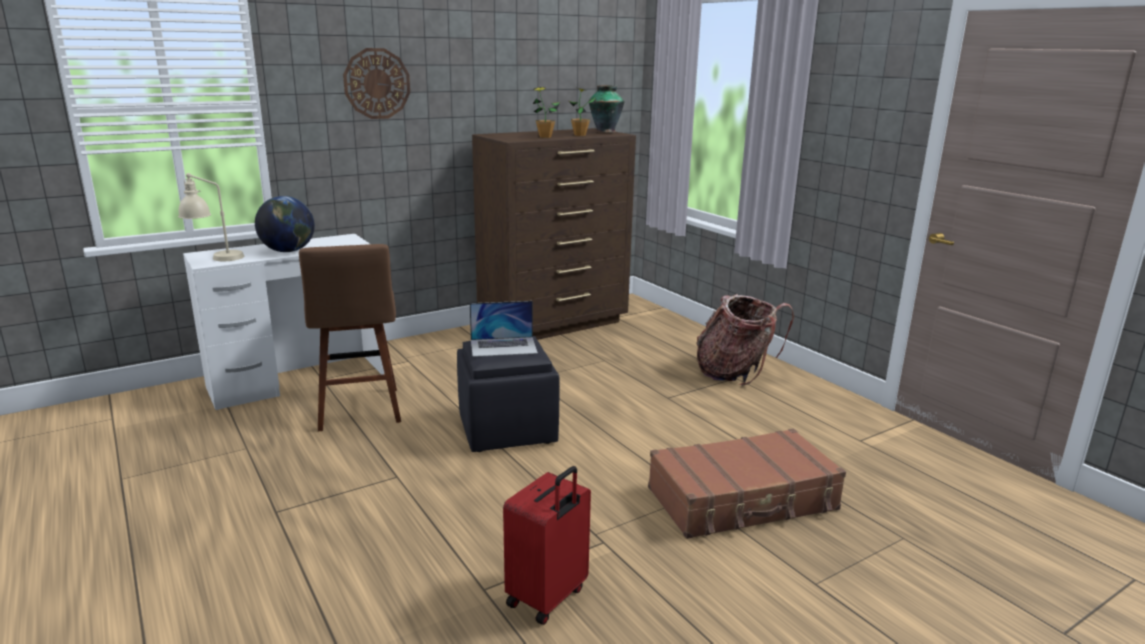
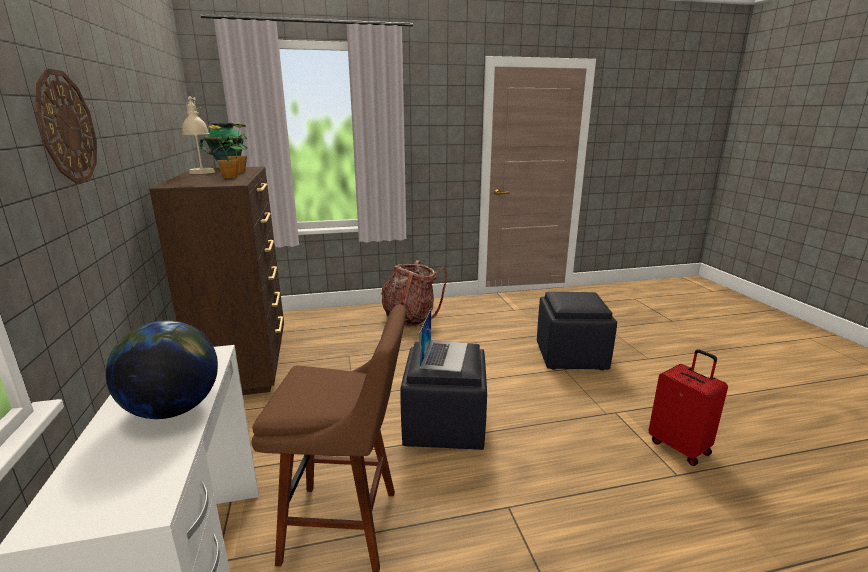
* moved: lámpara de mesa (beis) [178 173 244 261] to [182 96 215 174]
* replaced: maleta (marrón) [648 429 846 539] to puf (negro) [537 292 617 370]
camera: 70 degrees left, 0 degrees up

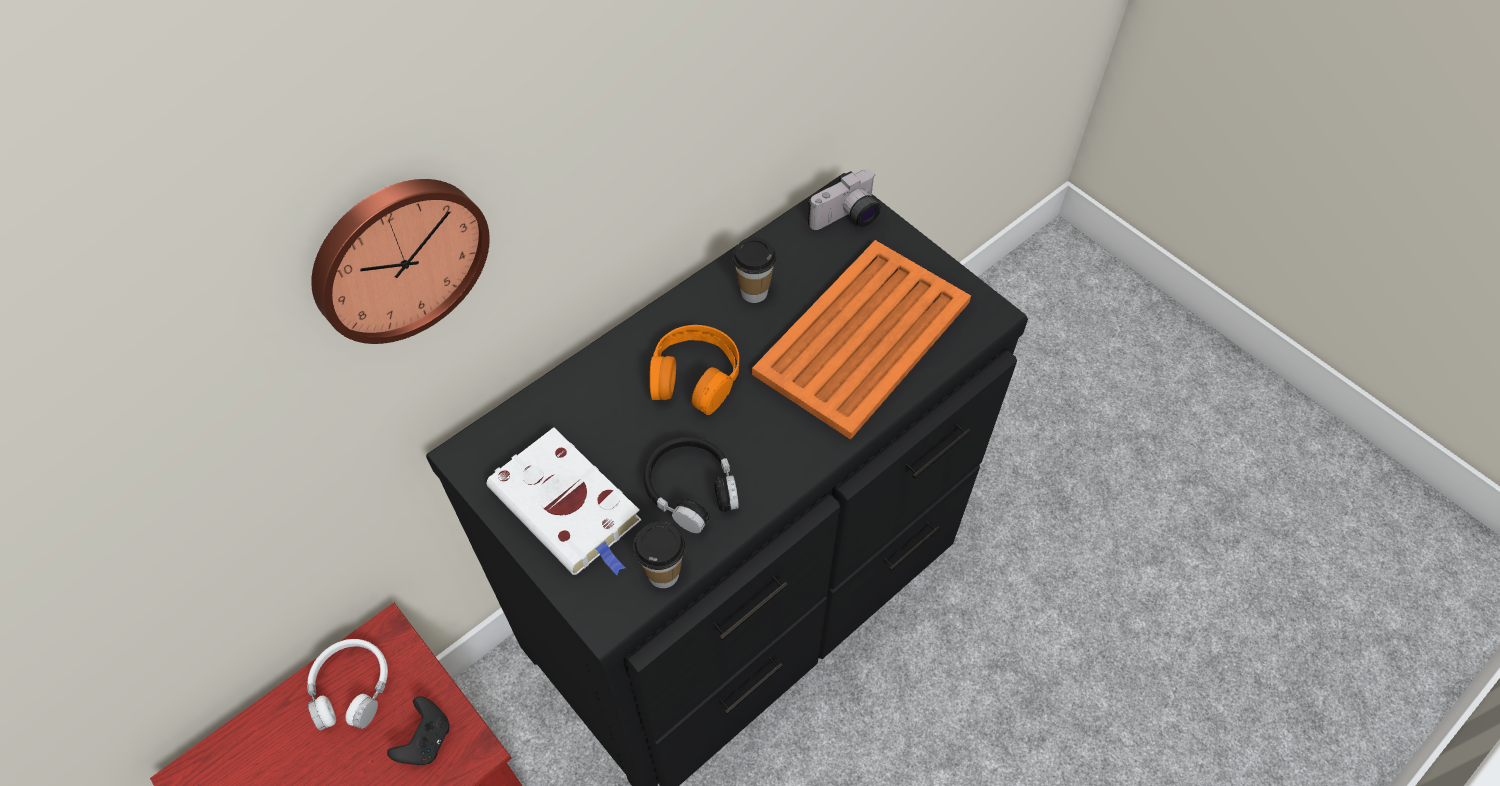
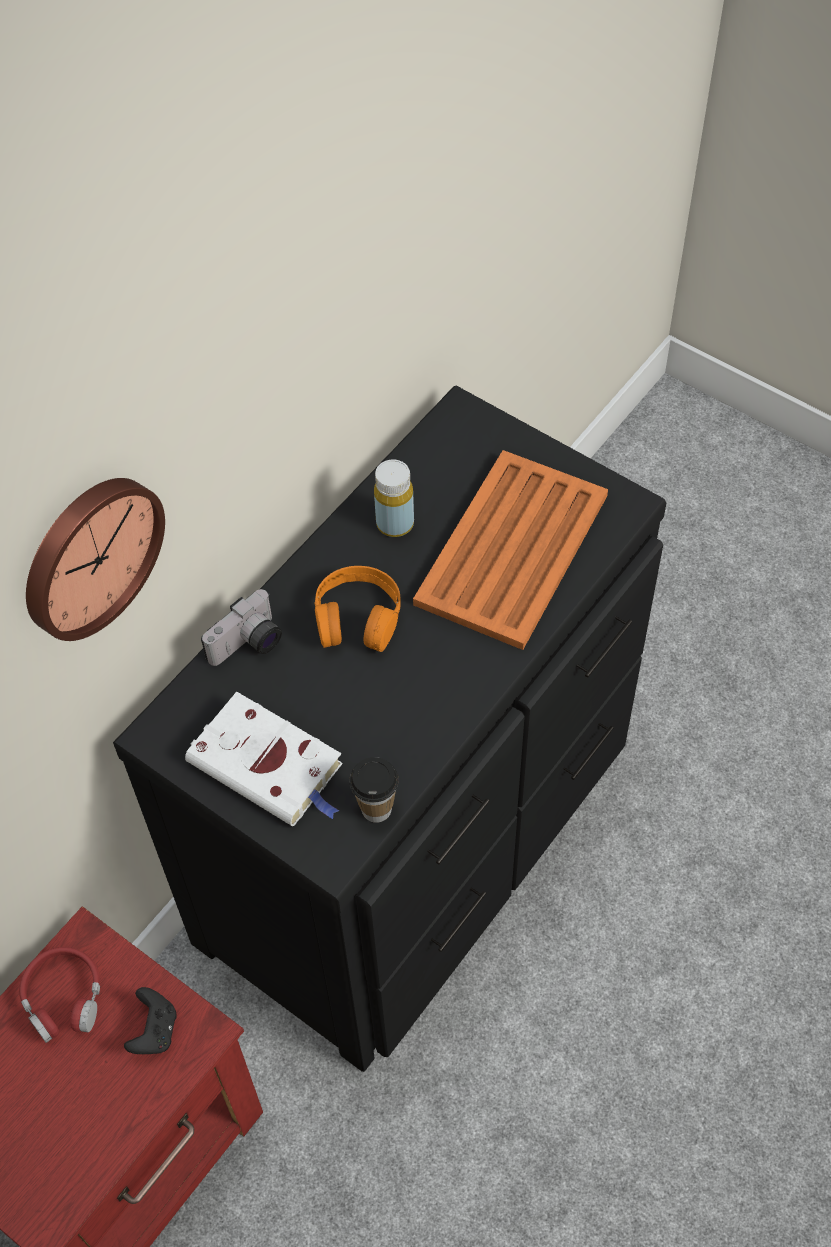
* recoloured: auriculares (blanco) [307 639 388 731] to auriculares (rojo) [19 947 100 1043]
* moved: cámara [808 169 881 230] to [201 589 282 666]
* replaced: taza [732 237 776 303] to botella (amarillo) [374 460 414 537]
* removed: auriculares (negro) [644 437 739 533]
camera: 10 degrees left, 0 degrees up

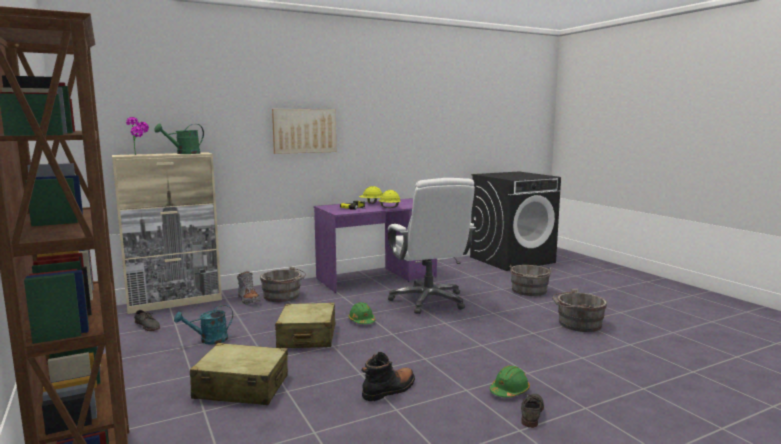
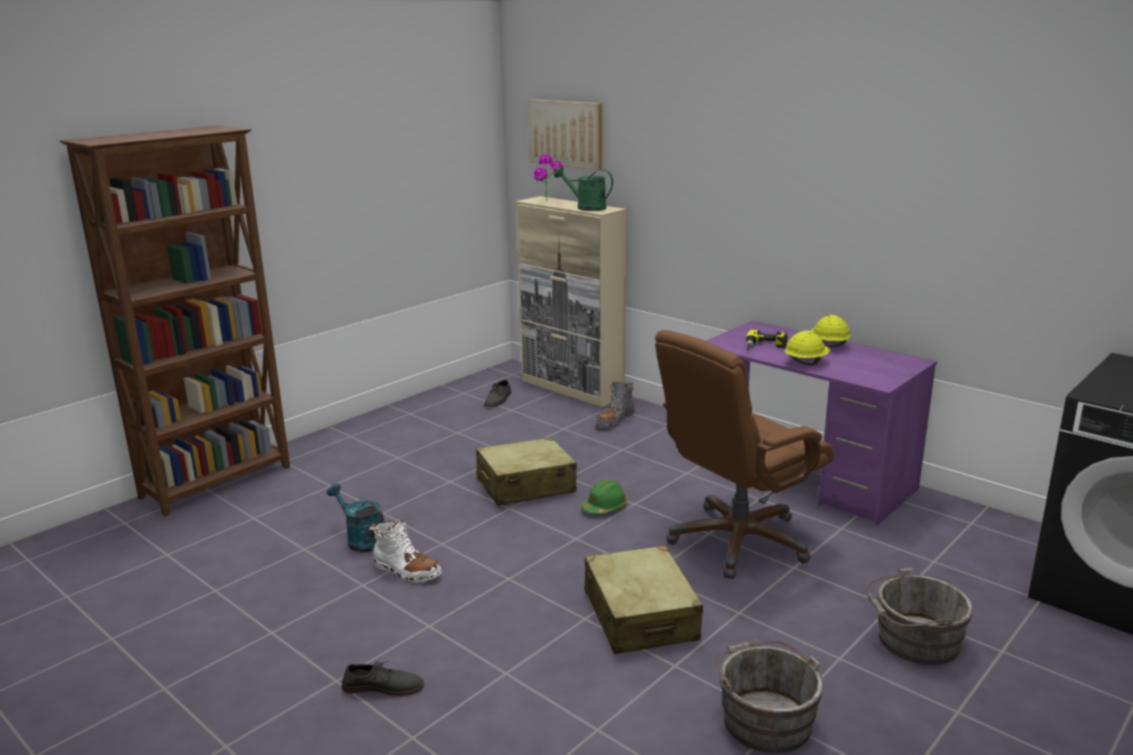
* moved: regadera (turquesa) [174 305 233 345] to [327 483 384 552]
* recoloured: bota (negro) [362 352 415 402] to bota (blanco) [369 519 442 583]
* moved: cuadro [272 109 336 154] to [528 99 602 170]
* moved: maleta (beis) [190 343 288 405] to [584 545 703 654]
* recoloured: silla de oficina (blanco) [388 178 476 314] to silla de oficina (marrón) [655 330 834 579]
* removed: cubo (gris) [260 266 306 302]
* removed: casco (verde) [489 365 530 398]
camera: 70 degrees right, 10 degrees up

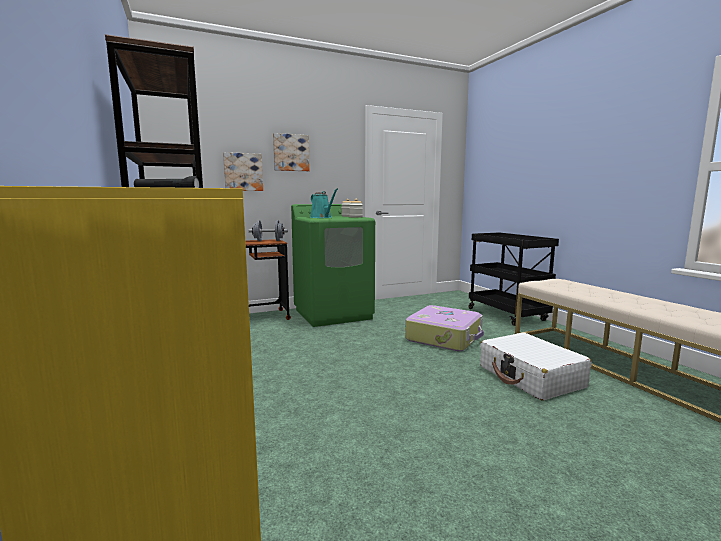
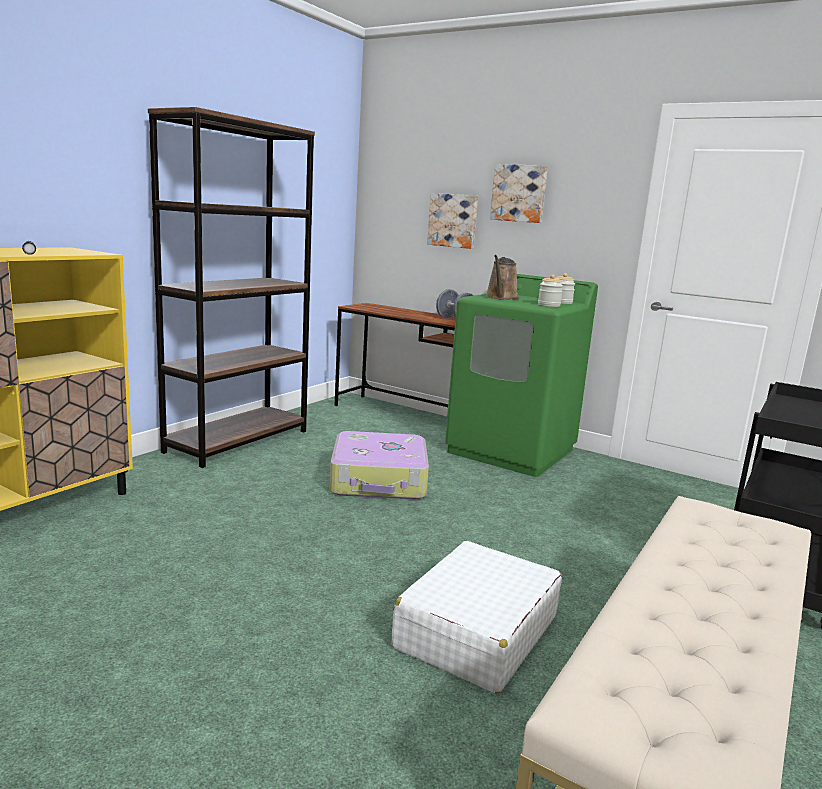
* moved: maleta [405 305 484 351] to [330 431 429 499]
* recoloured: regadera (turquesa) [310 188 338 218] to regadera (marrón) [485 255 519 300]
camera: 55 degrees right, 5 degrees up

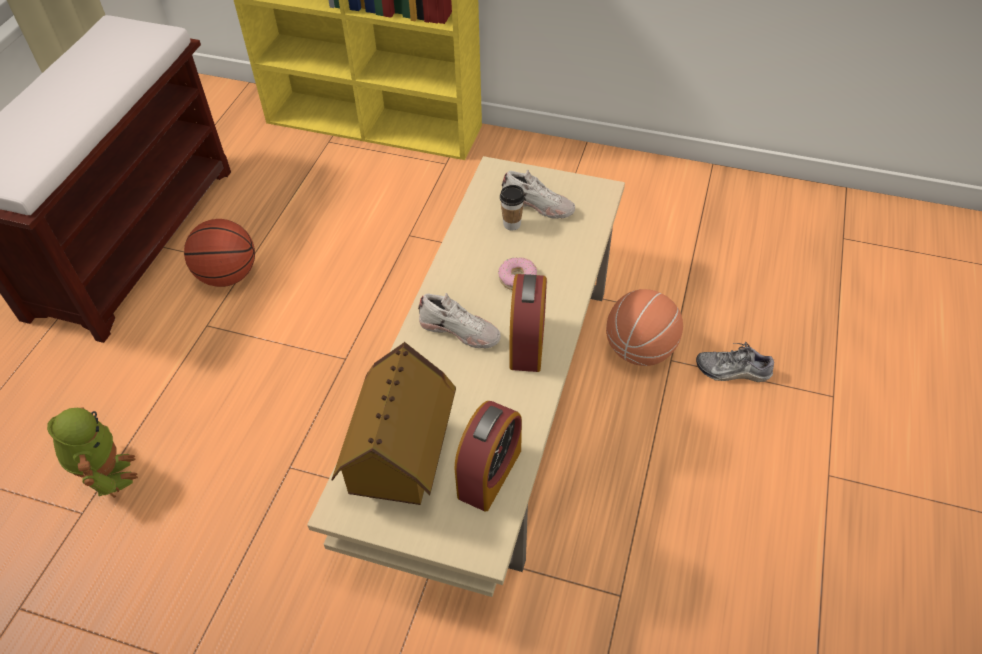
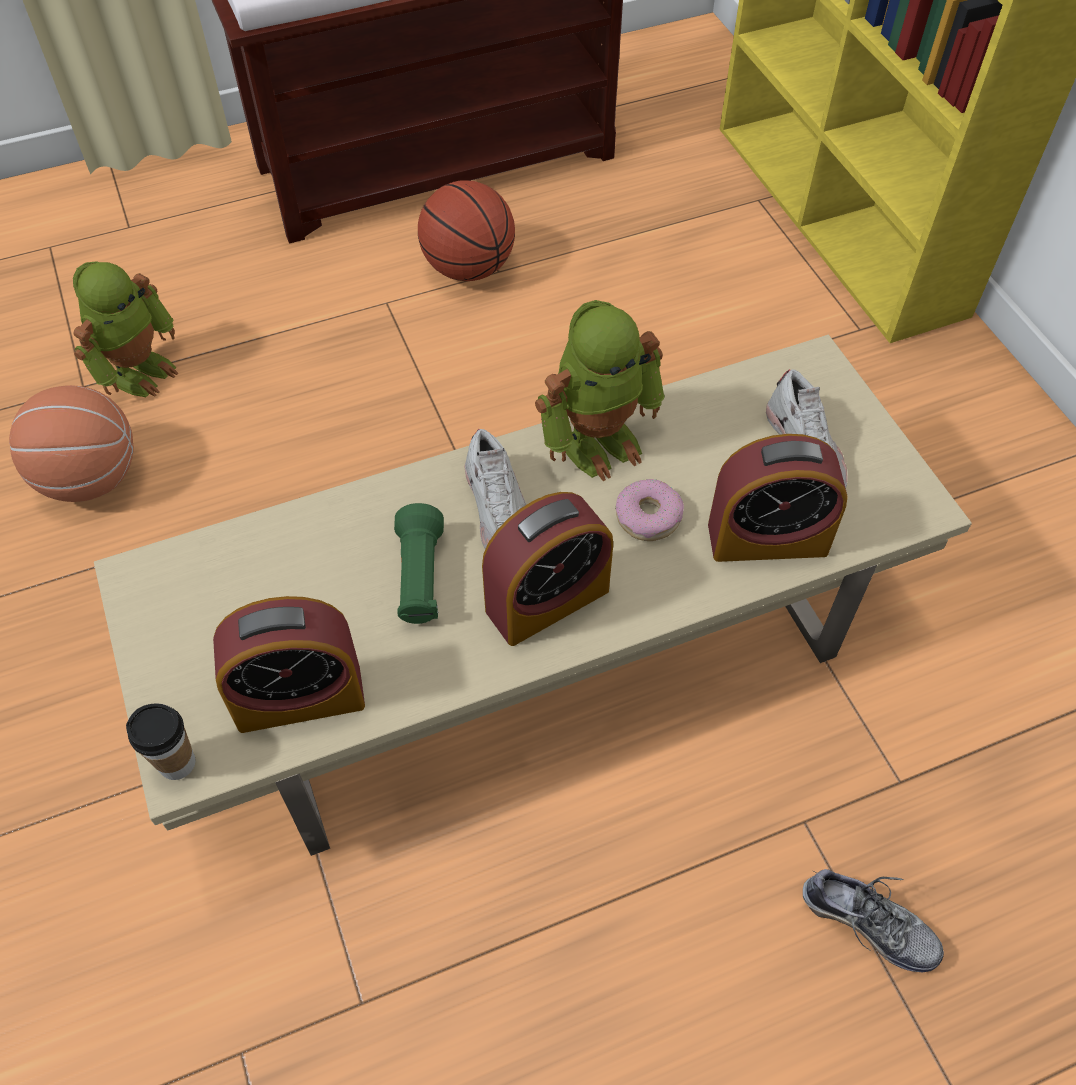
* moved: balón de baloncesto [606 289 683 366] to [9 385 134 502]
* moved: taza [500 185 525 230] to [126 703 195 780]
* added: linterna (verde) [394 503 444 624]
* added: robot de juguete [535 300 665 481]
* added: despertador [708 434 848 562]
* turned: zapato [696 342 774 382] = [803 869 944 972] 150 degrees clockwise
* removed: casita [331 342 456 505]
camera: 50 degrees right, 5 degrees up

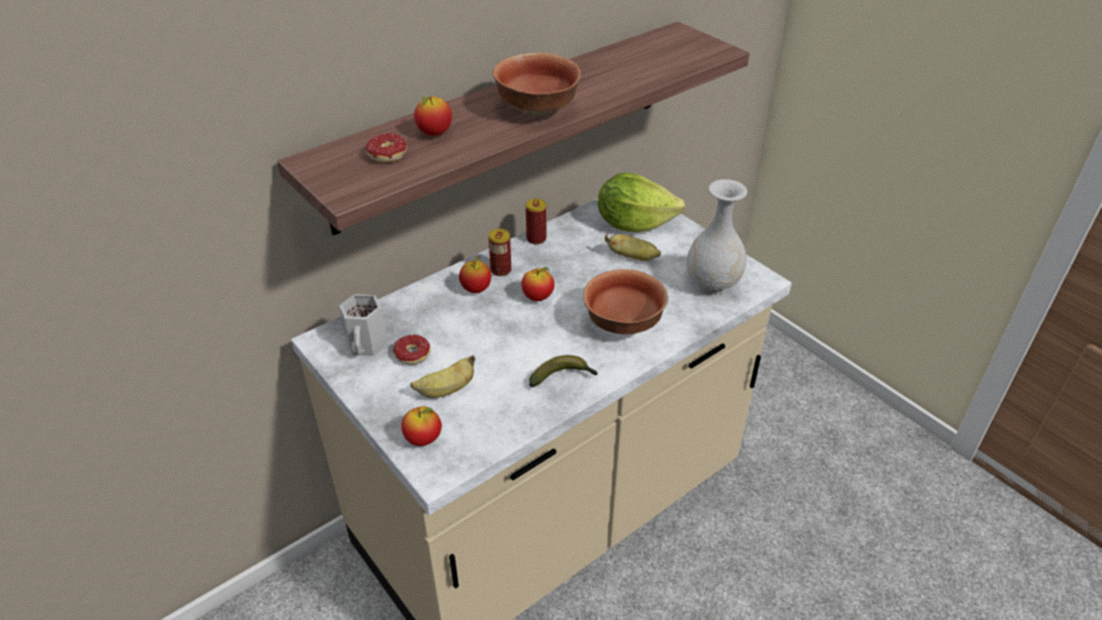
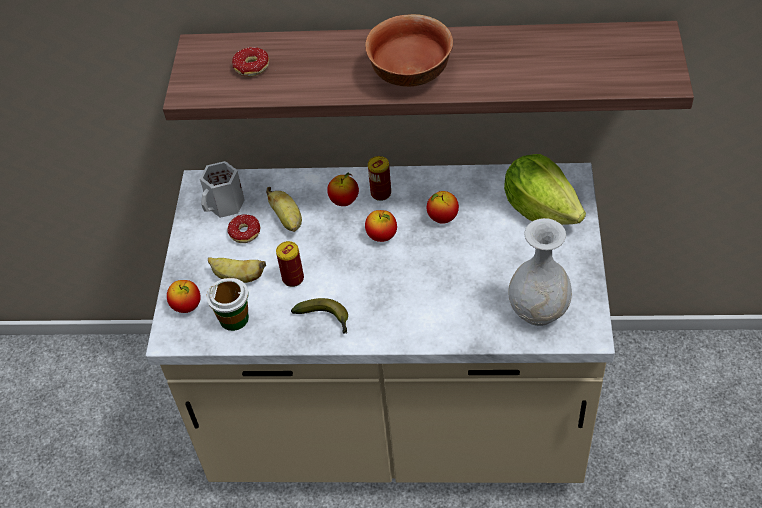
* added: taza [207 278 249 331]
* moved: plátano [605 234 661 261] to [266 187 302 232]
* moved: lata [526 199 546 245] to [276 241 304 287]
* moved: manzana [414 96 452 136] to [427 191 459 224]
* removed: cuenco [583 269 669 334]
camera: 45 degrees right, 10 degrees up

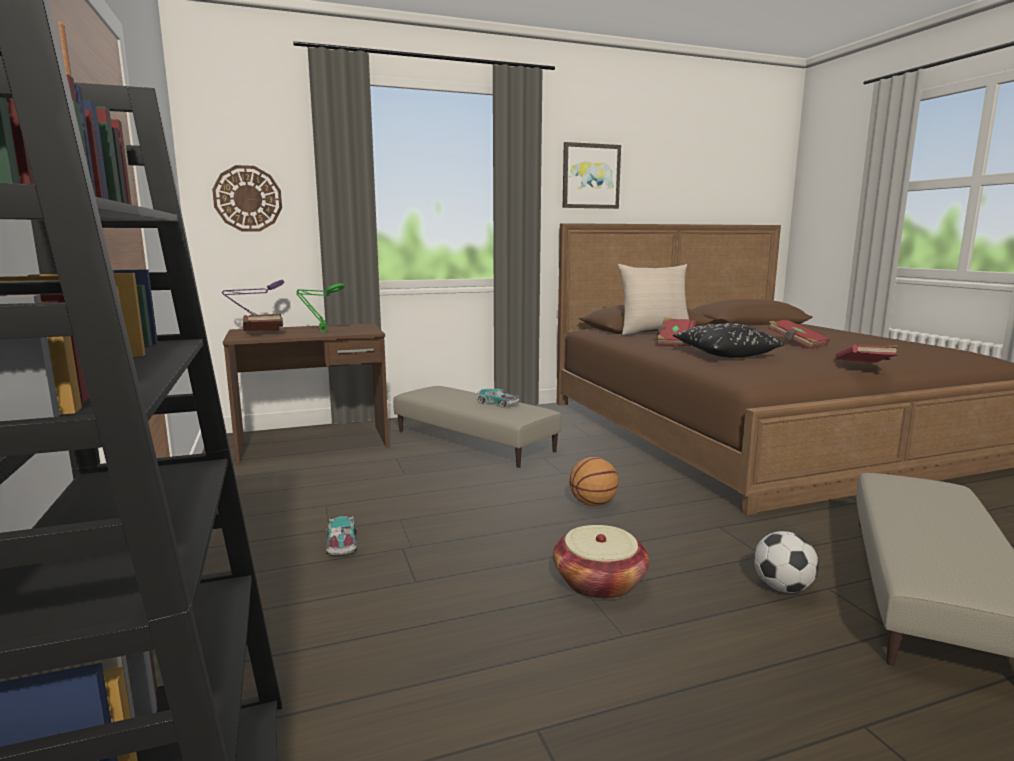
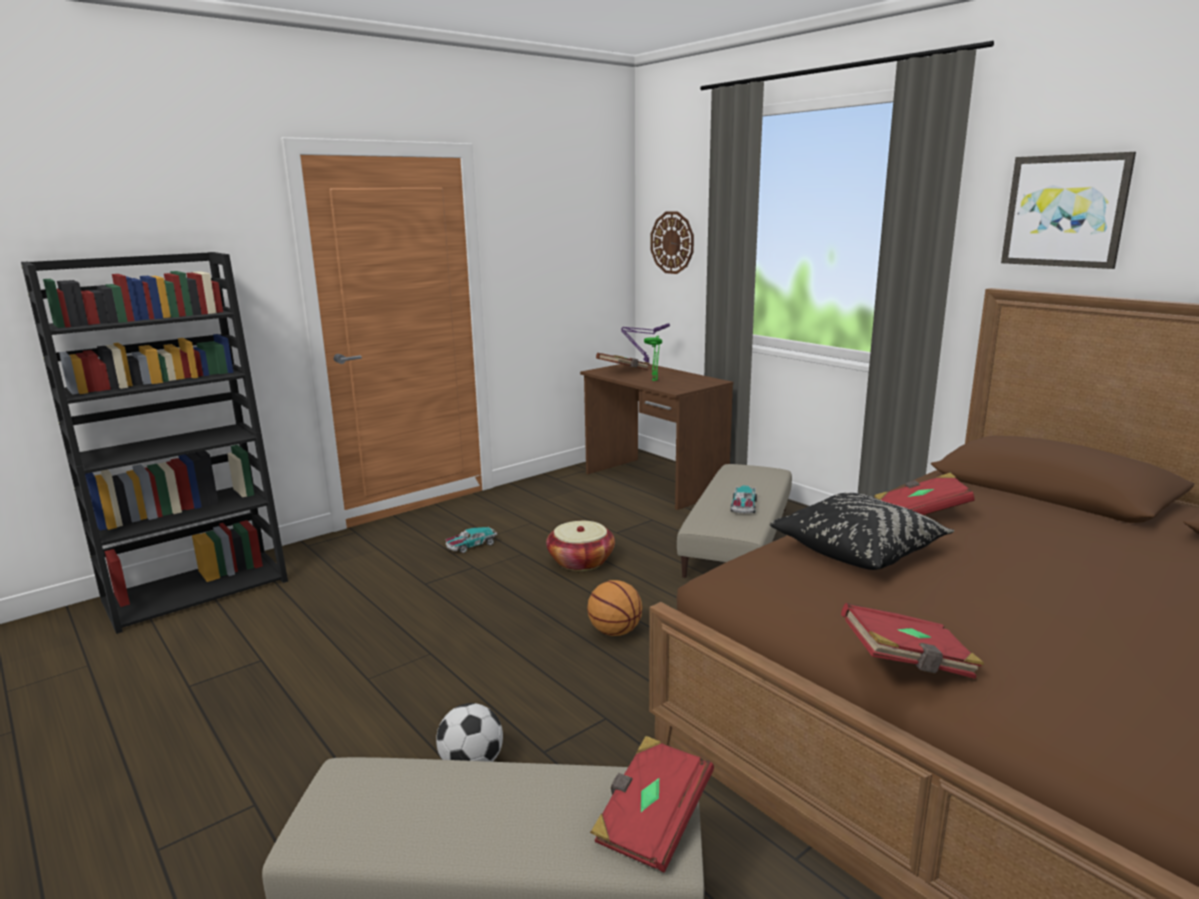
* moved: cesta [553 525 649 600] to [546 521 615 571]
* moved: libro (rojo) [768 319 830 349] to [590 736 714 872]
* removed: cojín (beis) [617 264 689 335]
camera: 70 degrees right, 5 degrees up

